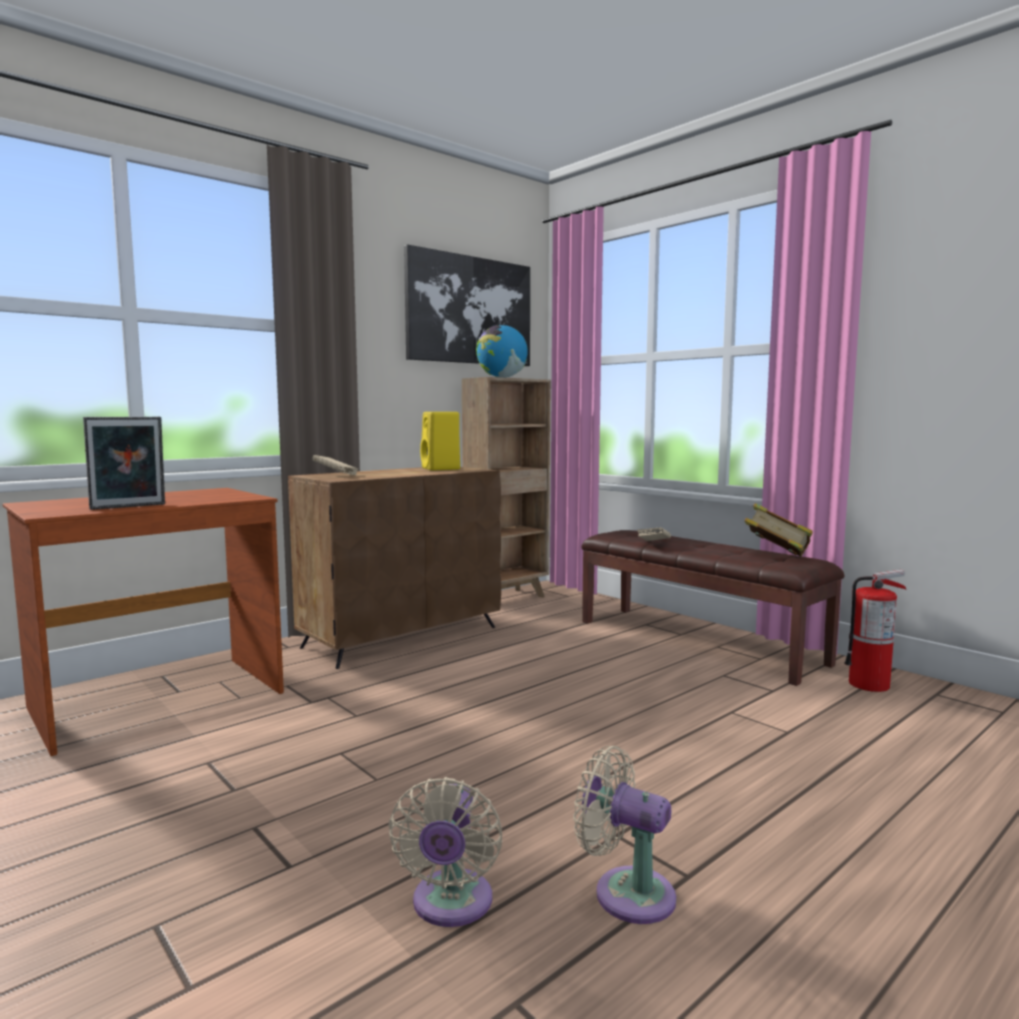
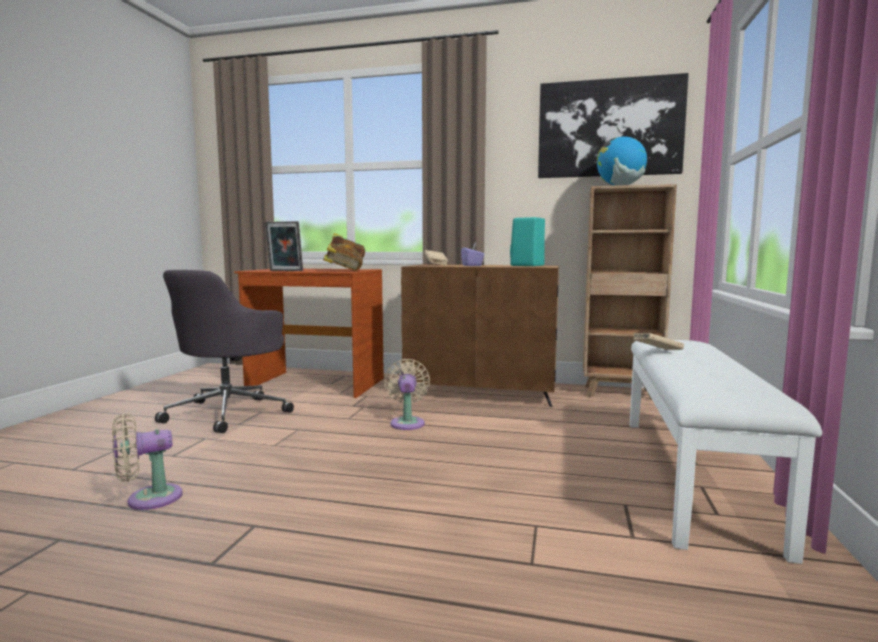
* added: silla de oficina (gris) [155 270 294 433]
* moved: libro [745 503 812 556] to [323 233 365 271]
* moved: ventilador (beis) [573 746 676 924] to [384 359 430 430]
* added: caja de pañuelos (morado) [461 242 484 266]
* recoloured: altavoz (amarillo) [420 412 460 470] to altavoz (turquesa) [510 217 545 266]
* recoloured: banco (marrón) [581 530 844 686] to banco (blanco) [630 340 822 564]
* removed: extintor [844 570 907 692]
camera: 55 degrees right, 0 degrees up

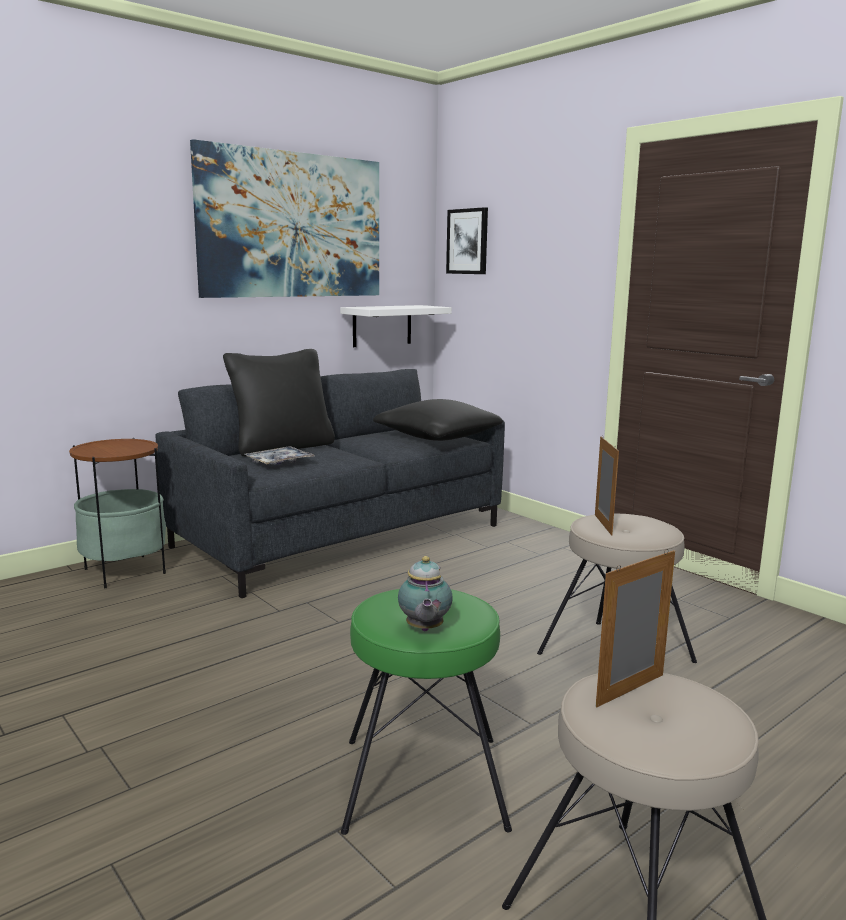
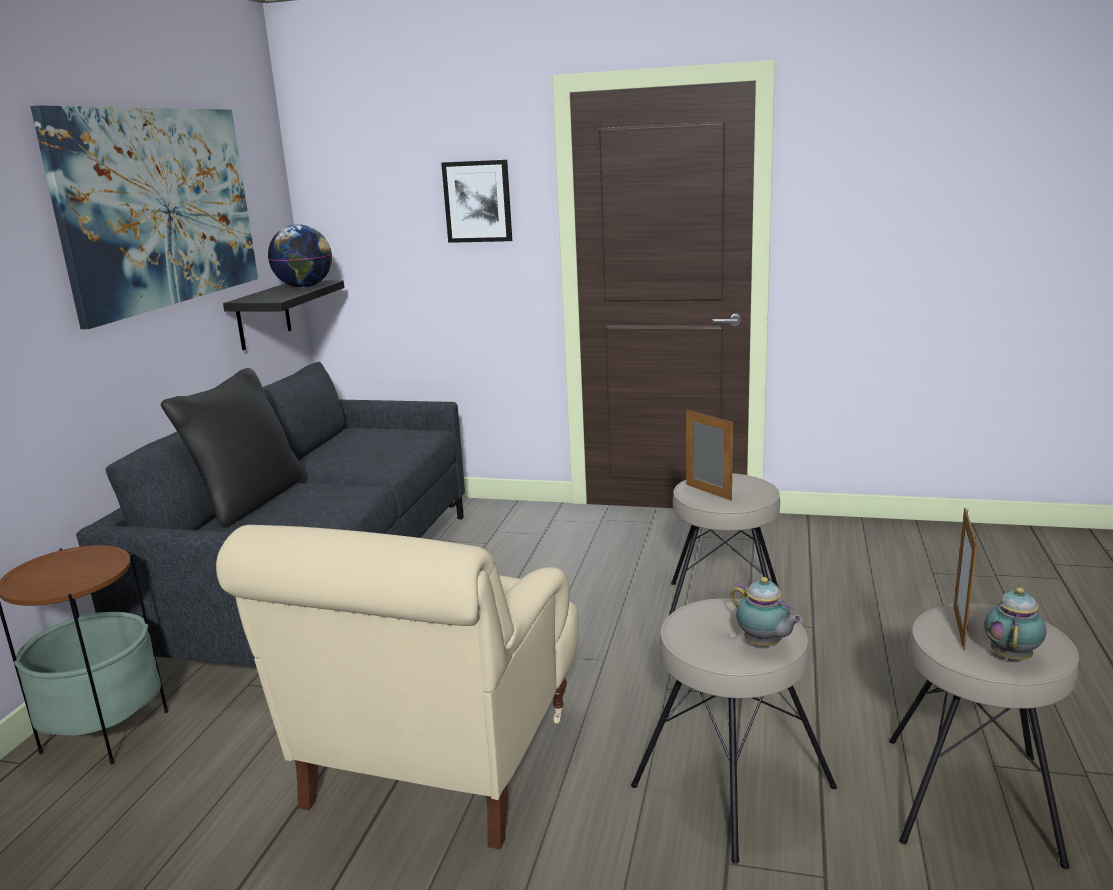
* added: sillón (beis) [216 525 579 849]
* recoloured: estante (blanco) [340 305 452 347] to estante (negro) [223 280 344 350]
* added: globo terráqueo [268 225 332 288]
* moved: cuadro [446 207 488 274] to [441 160 512 243]
* recoloured: taburete (verde) [341 589 512 835] to taburete (beis) [631 599 837 864]
* added: tetera [984 587 1046 661]
* removed: bandeja [245 446 314 465]
* removed: cojín (negro) [373 399 503 441]
camera: 35 degrees left, 5 degrees up

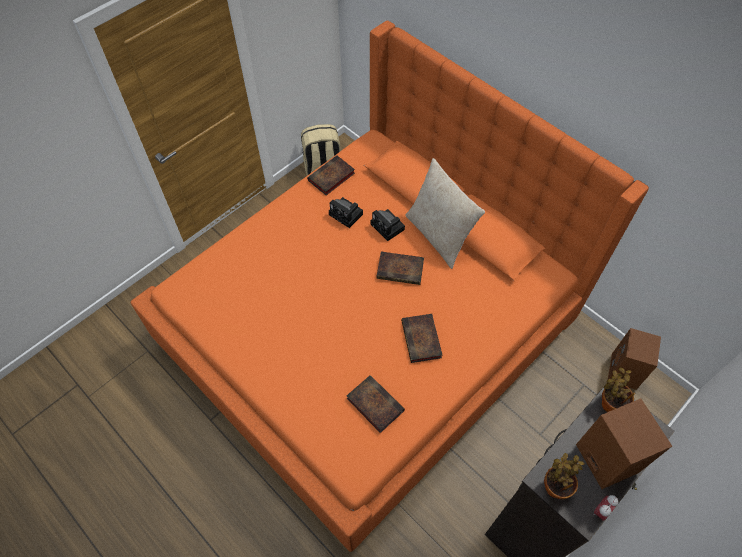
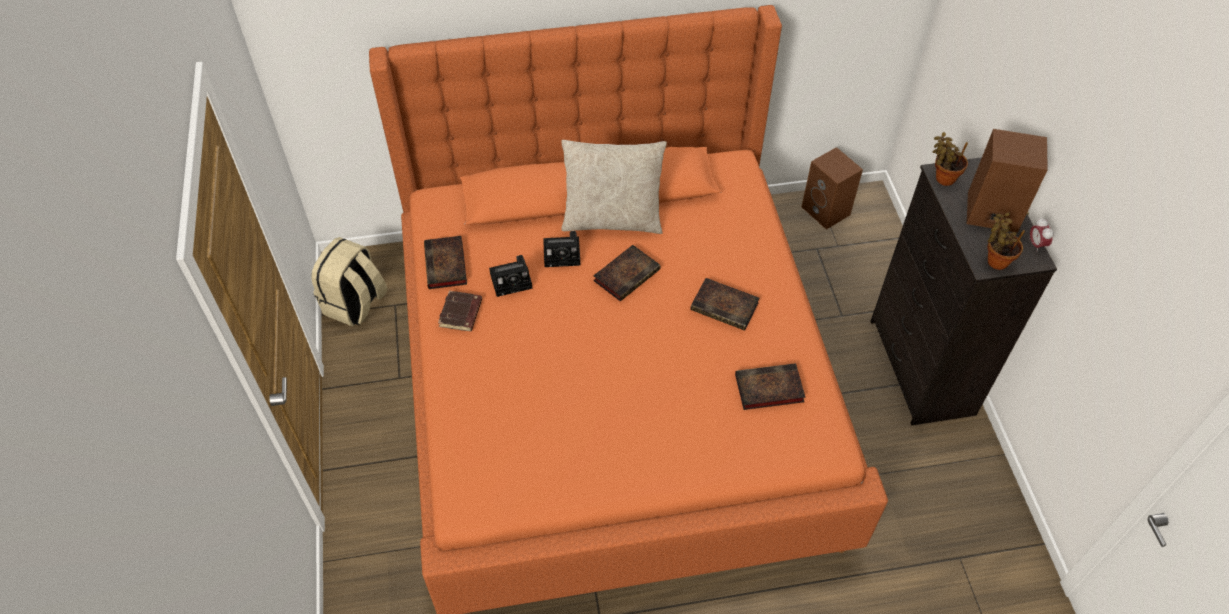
* added: libro (marrón) [438 290 482 331]
camera: 55 degrees left, 5 degrees down

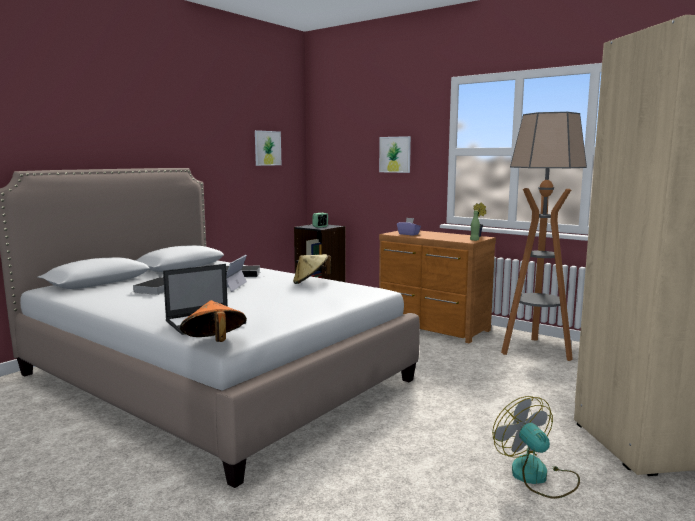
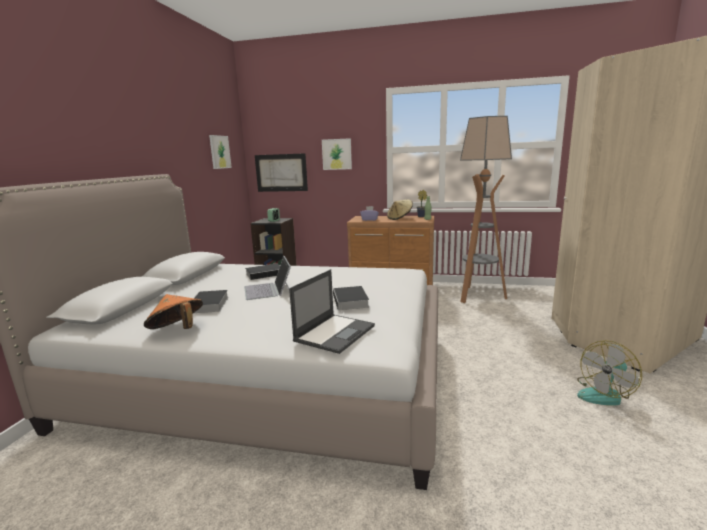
* moved: sombrero (naranja) [180 300 247 342] to [144 294 203 329]
* added: cuadro [255 153 308 192]
* added: libro [333 286 369 313]
* moved: sombrero (beis) [293 254 332 284] to [387 199 413 220]
* turned: ventilador [492 396 580 499] = [577 340 642 406] 75 degrees counterclockwise
camera: 25 degrees left, 5 degrees up

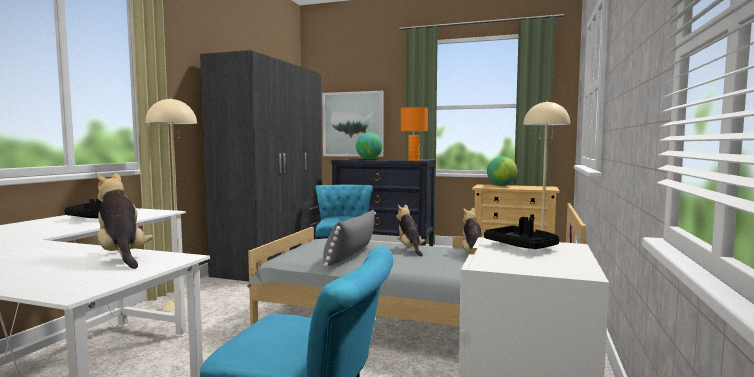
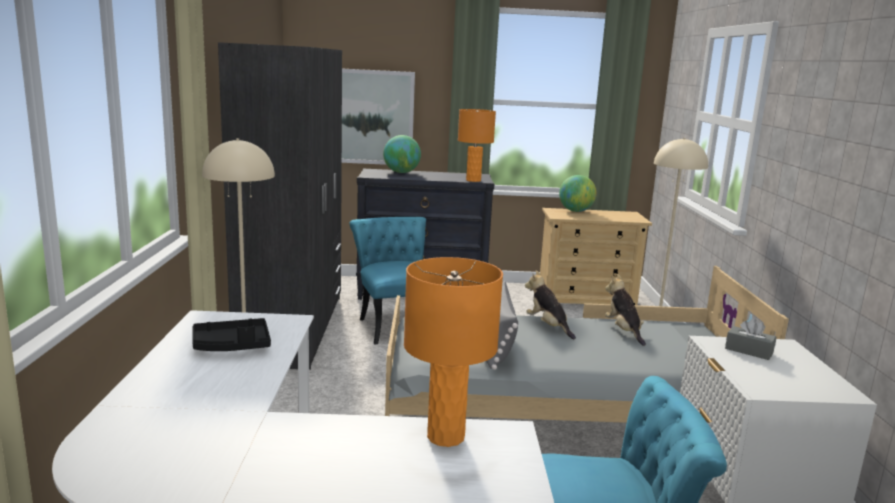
* replaced: peluche [95 172 153 269] to lámpara de mesa (naranja) [404 257 503 447]
* replaced: bandeja (negro) [484 217 559 249] to caja de pañuelos (gris) [725 318 776 360]
camera: 20 degrees left, 10 degrees up

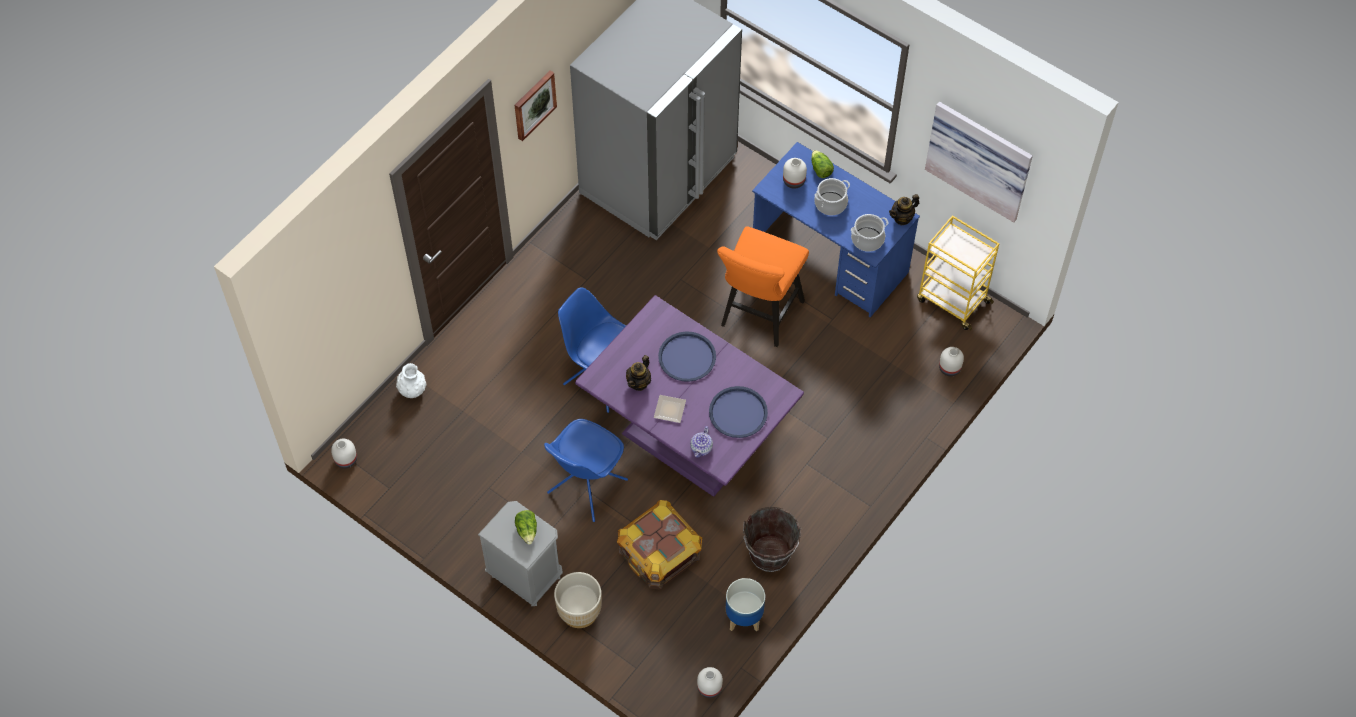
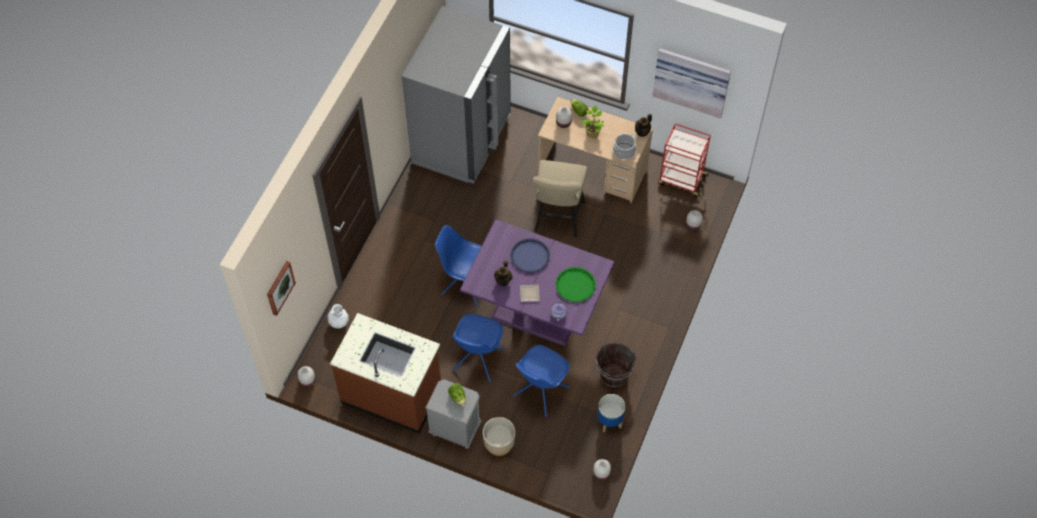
* moved: cuadro [515 71 557 141] to [267 261 296 316]
* added: mueble bajo de cocina (marrón) [330 313 441 434]
* replaced: caja de embalaje [617 500 702 590] to silla (azul) [513 345 570 417]
* recoloured: taburete (naranja) [717 227 809 347] to taburete (beis) [532 160 587 237]
* recoloured: escritorio (azul) [752 142 920 317] to escritorio (beis) [538 96 653 203]
* recoloured: bandeja (azul) [709 386 768 438] to bandeja (verde) [556 267 596 302]
* replaced: olla [814 178 850 215] to planta en maceta [581 105 604 138]
* recoloured: carrito (amarillo) [917 215 999 331] to carrito (rojo) [658 123 711 197]
camera: 15 degrees left, 0 degrees up

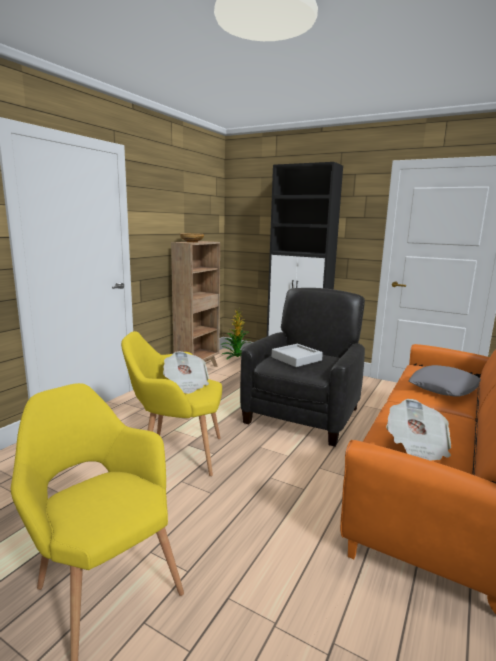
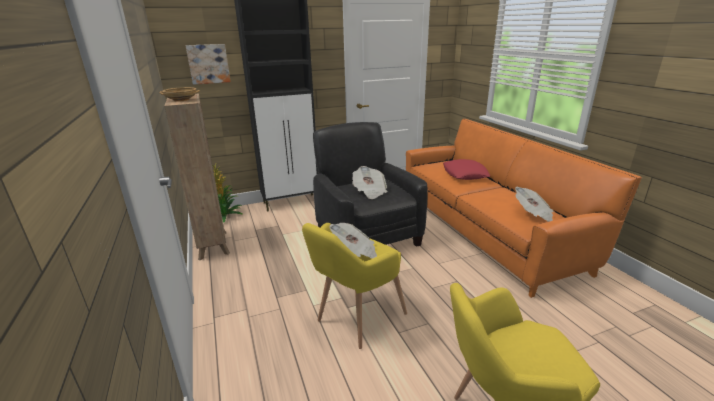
* added: cuadro [186 44 231 85]
* replaced: bandeja (gris) [272 344 323 367] to periódico [352 166 387 199]
* recoloured: cojín (gris) [408 365 481 397] to cojín (rojo) [443 159 490 180]
camera: 50 degrees left, 10 degrees up

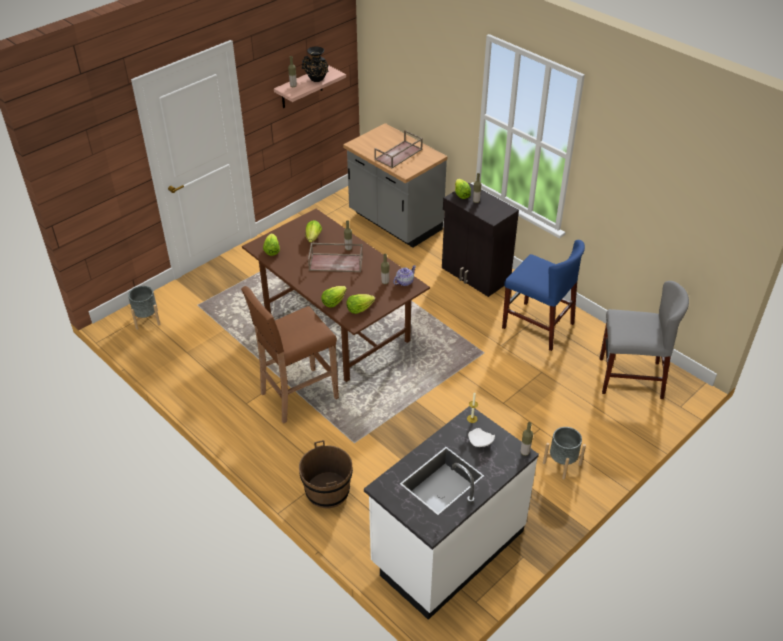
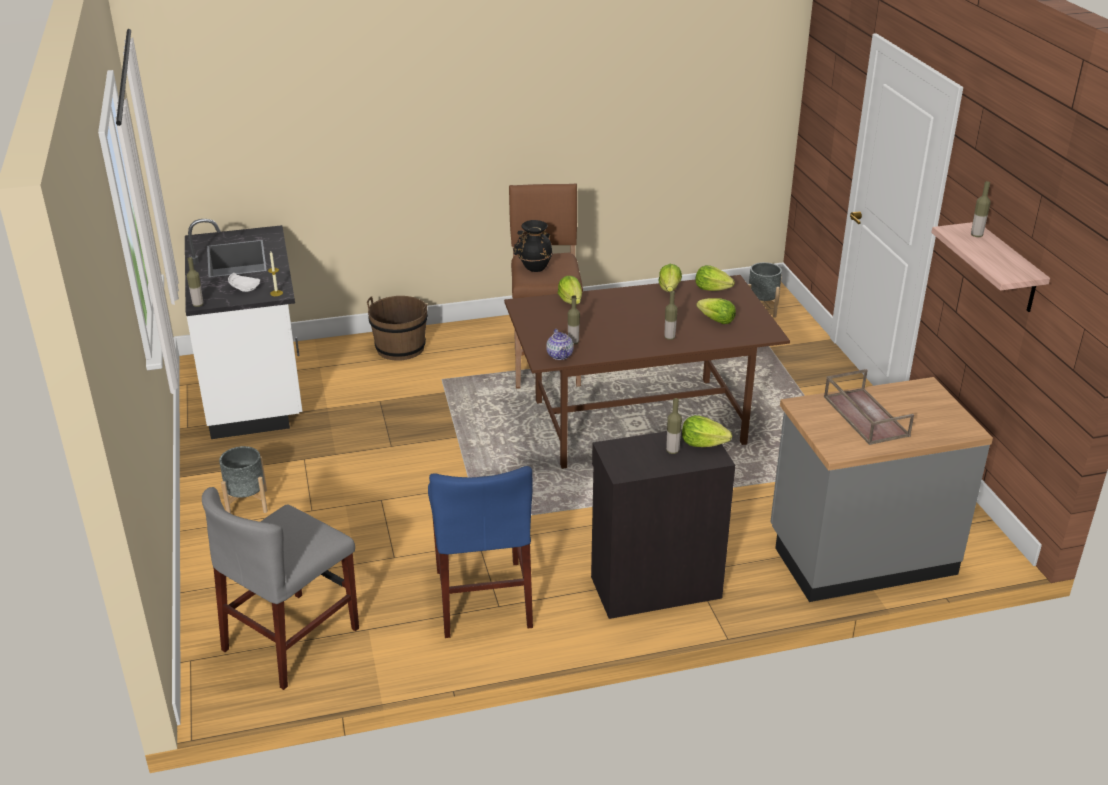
* turned: silla (azul) [502 240 585 351] = [428 466 533 638] 75 degrees counterclockwise
* moved: florero (negro) [302 47 328 82] to [513 220 553 272]
* moved: lechuga [346 294 375 314] to [658 264 682 292]
* removed: bandeja (marrón) [308 243 363 272]
camera: 120 degrees right, 10 degrees down

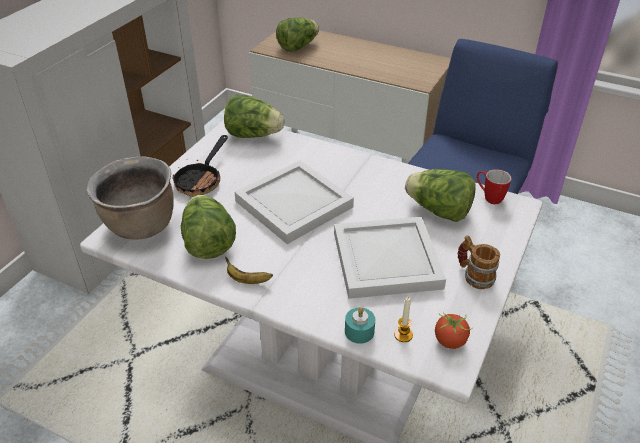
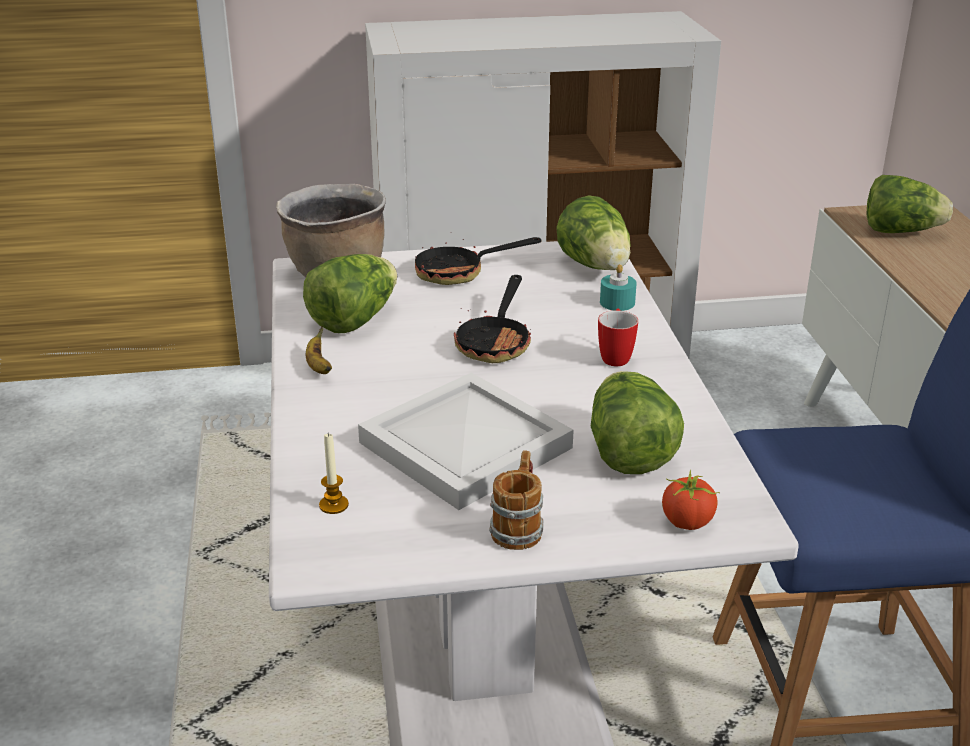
* replaced: bandeja (blanco) [235 160 354 244] to sartén [454 275 531 363]
* moved: taza grande [477 170 512 204] to [598 309 638 366]
* moved: vela (turquesa) [345 307 375 344] to [600 264 637 311]
* moved: tomate [435 312 471 349] to [662 470 720 530]
camera: 55 degrees right, 10 degrees down

